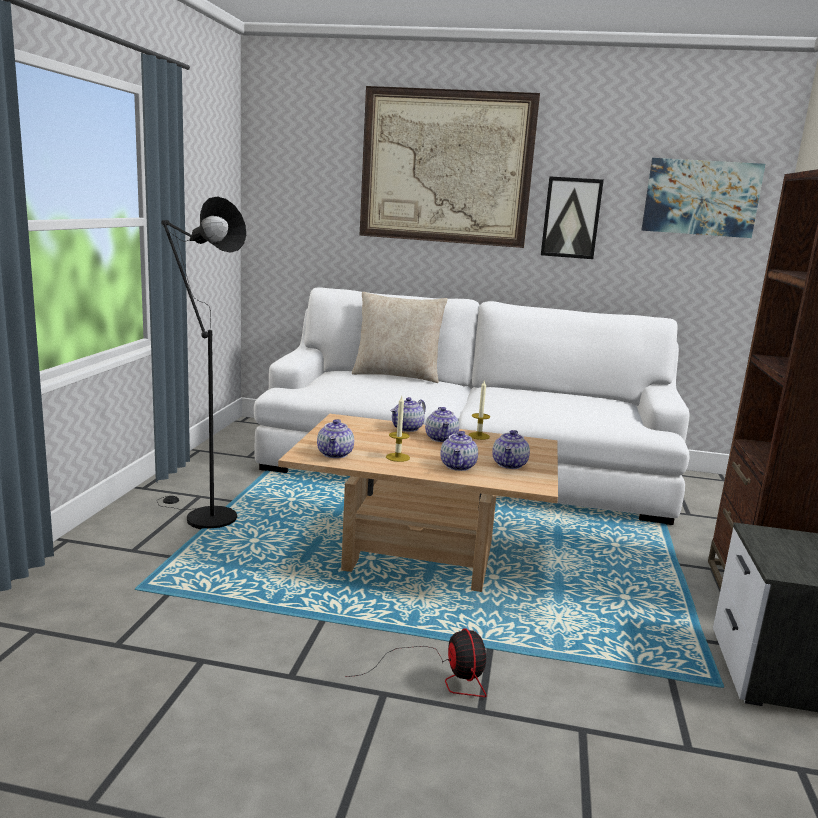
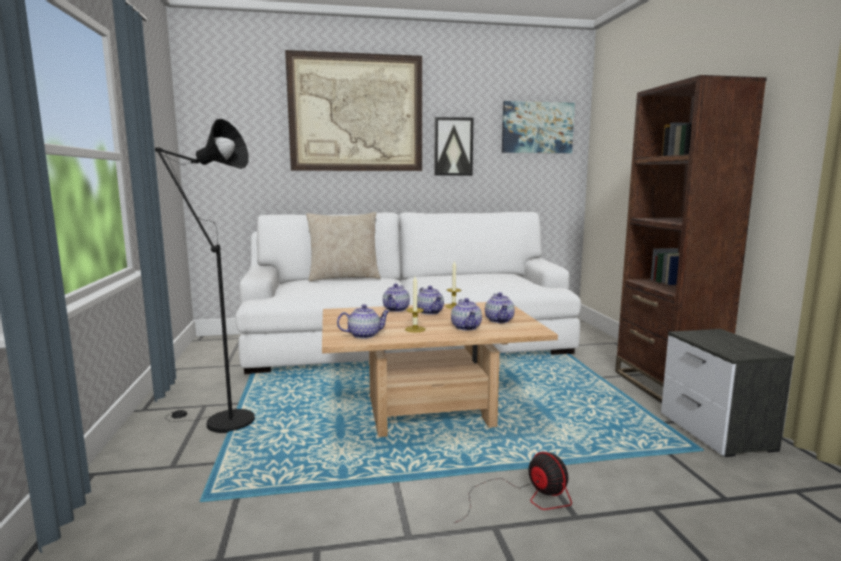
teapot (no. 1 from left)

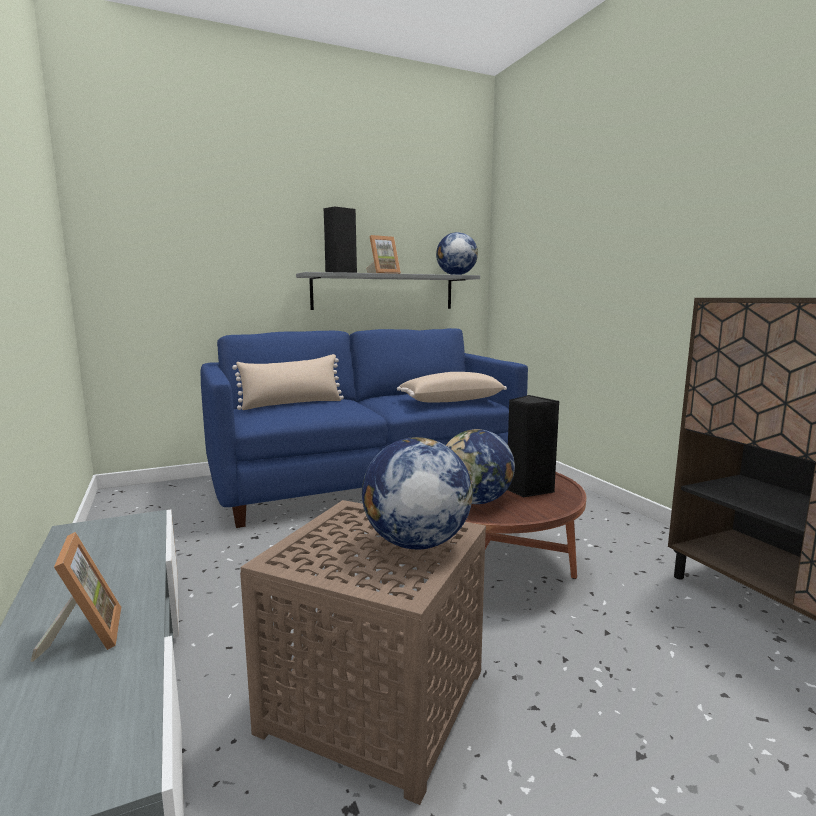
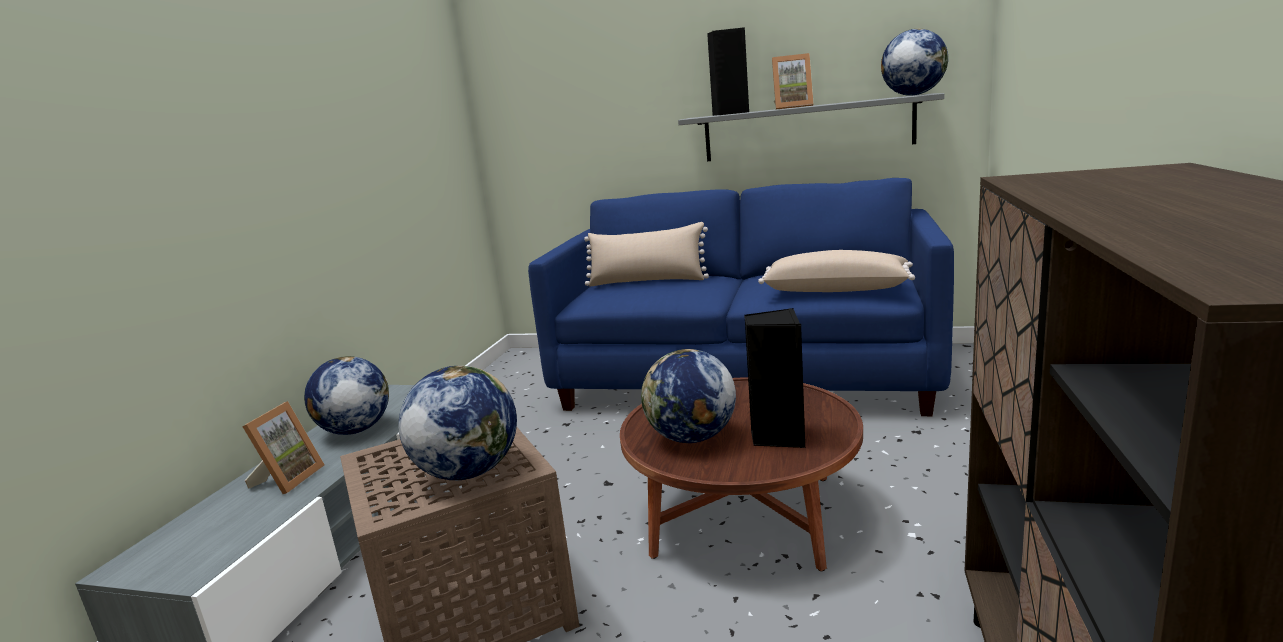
globe (no. 1 from left)

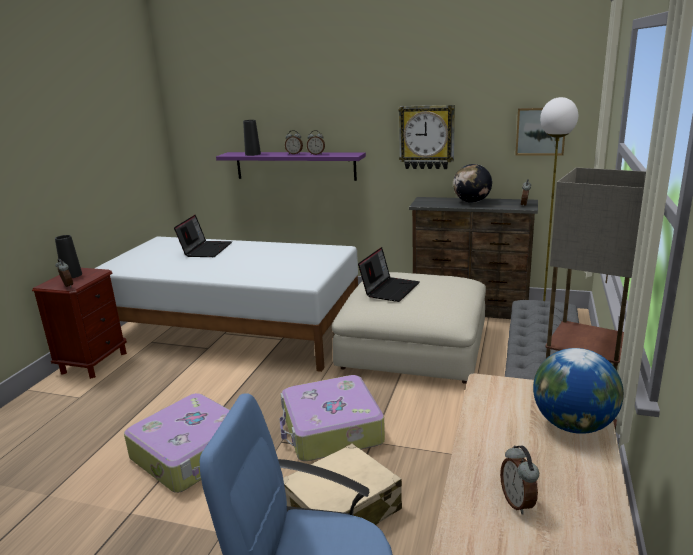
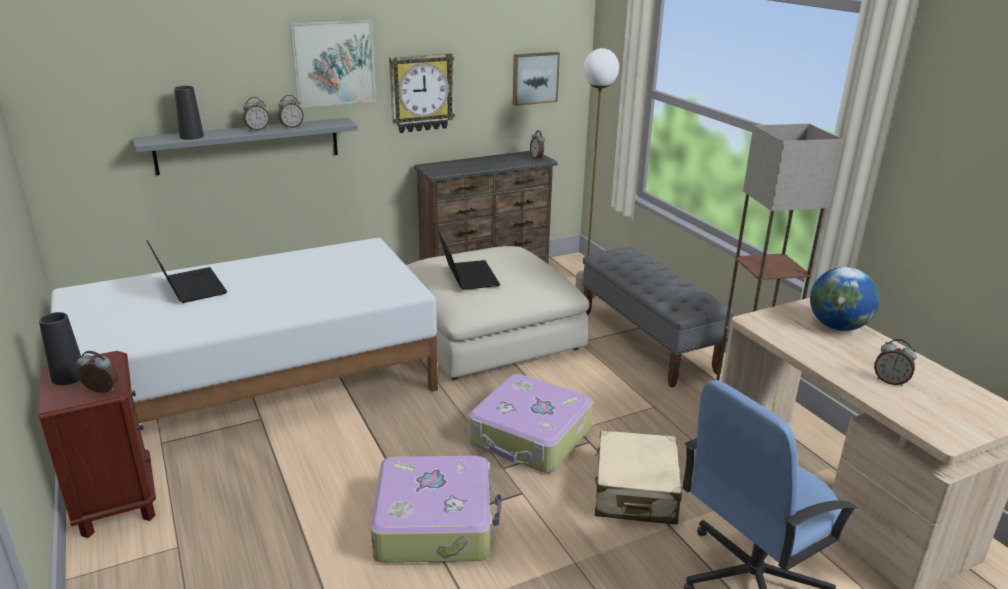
shelf in grey
globe (no. 1 from left in the first image)
picture (no. 1 from left)

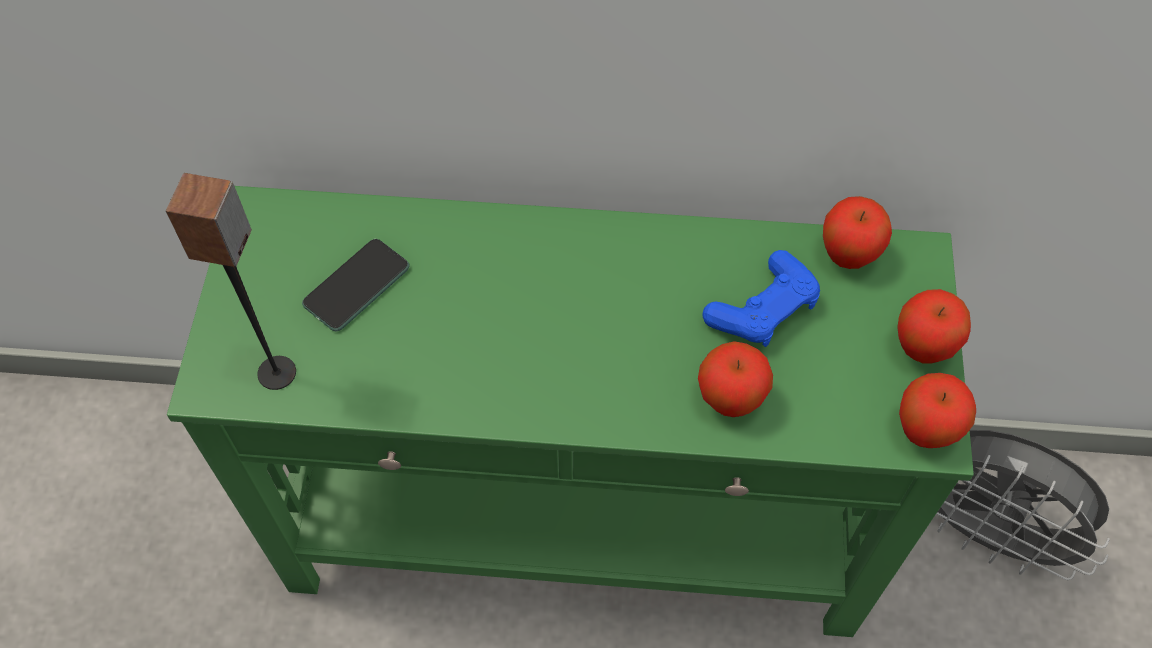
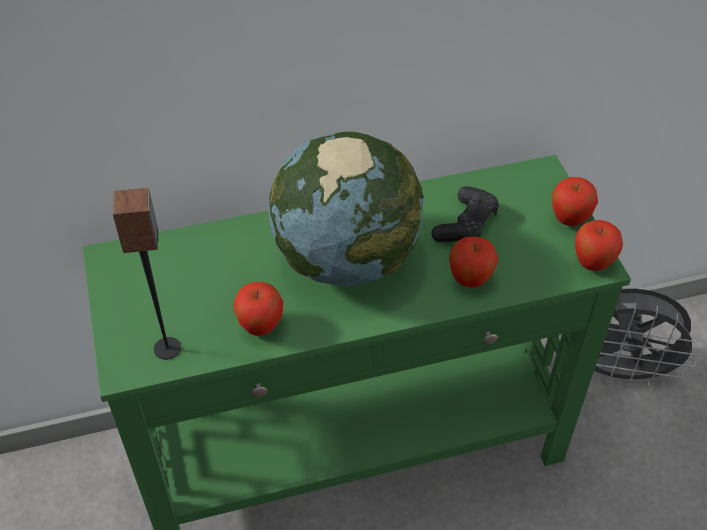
phone
game controller in black
apple (no. 1 from left)
globe

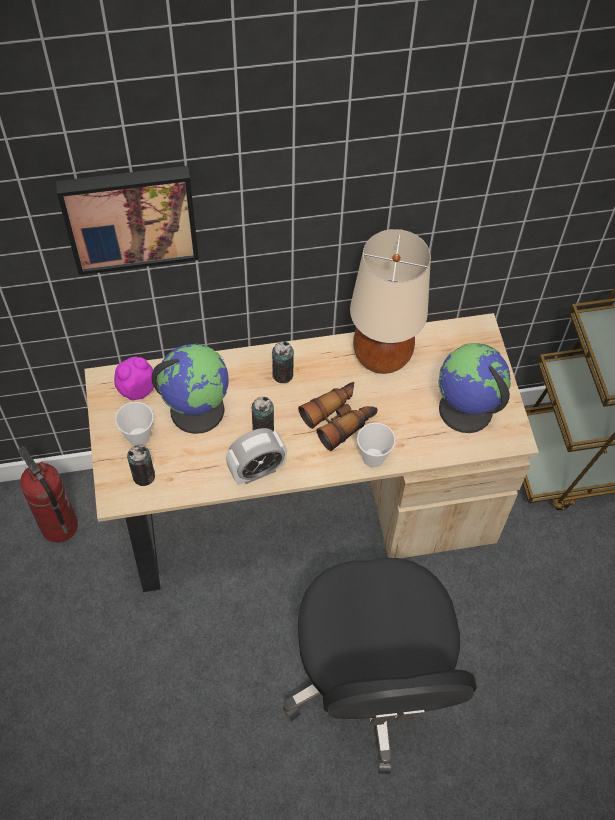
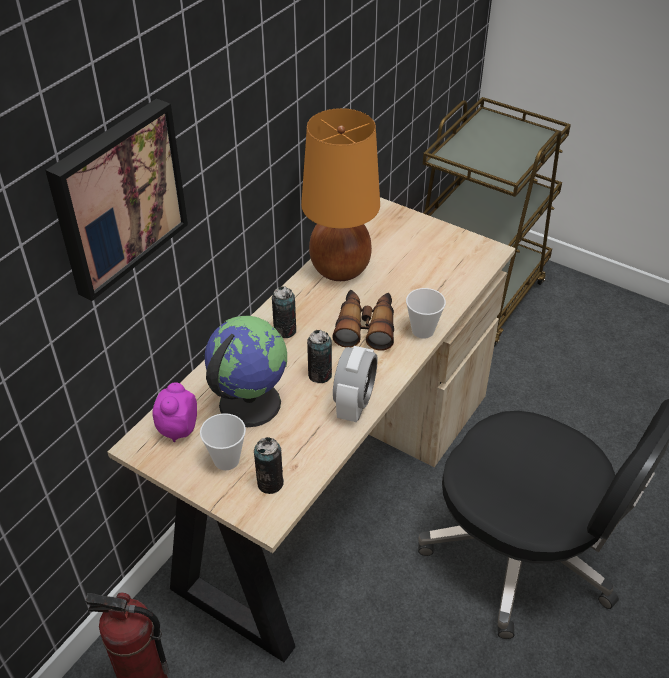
table lamp in orange
globe (no. 2 from left in the first image)

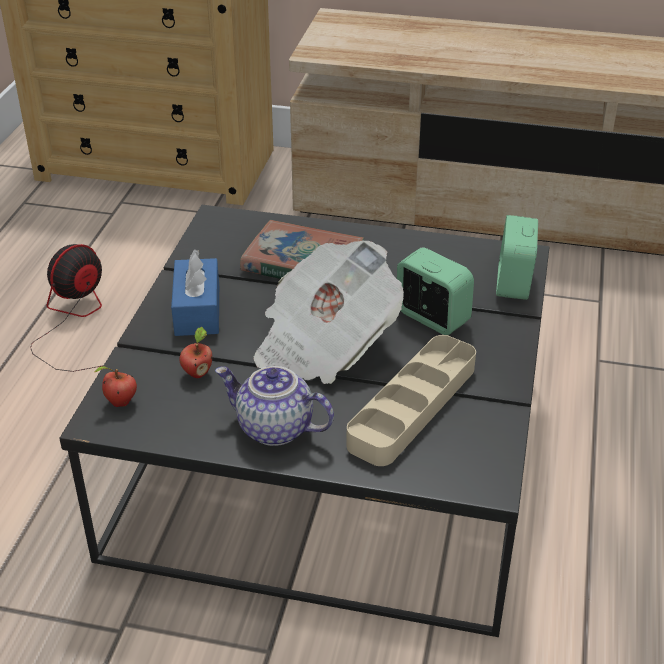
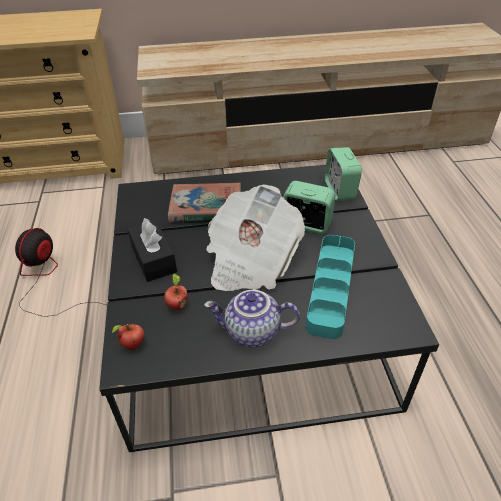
tissue box in black
tray in turquoise

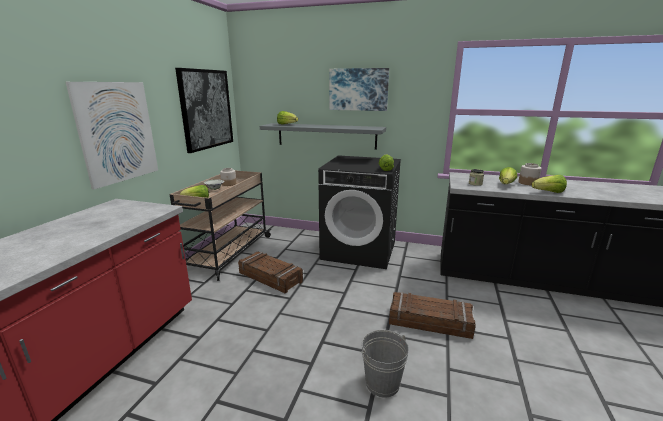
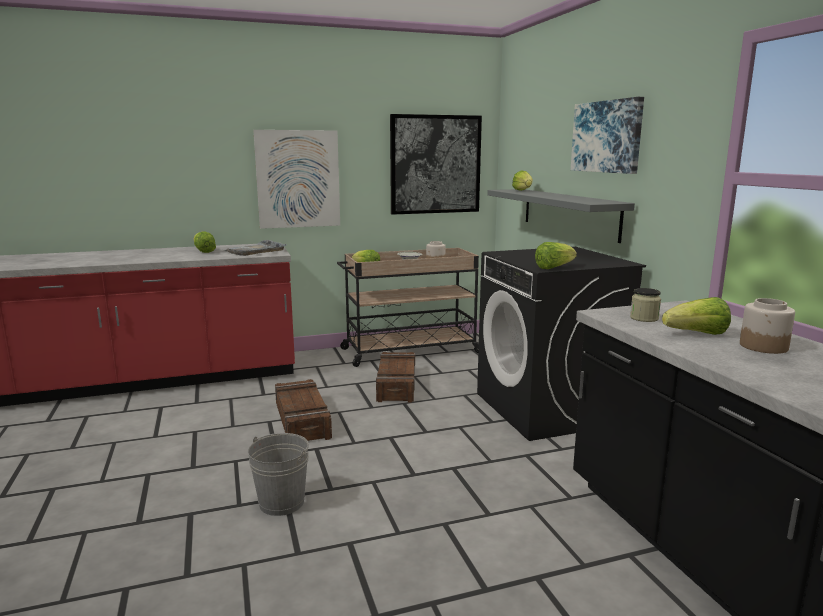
crate (no. 1 from left)
lettuce (no. 1 from left)
tray in grey

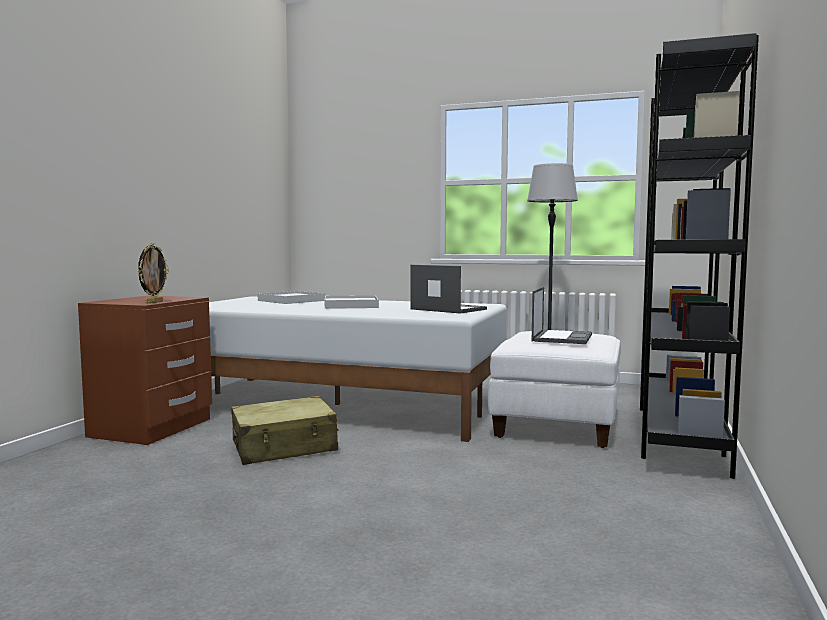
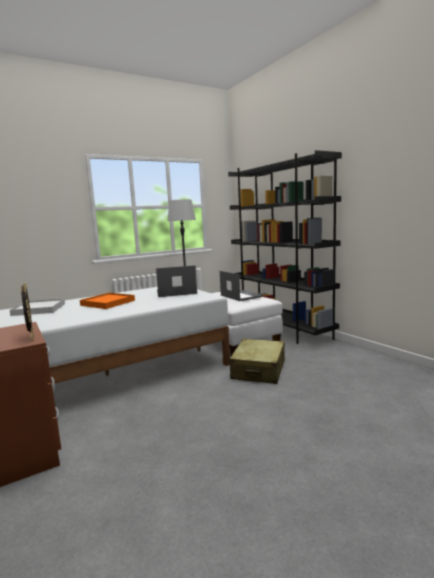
suitcase in beige
tray in orange

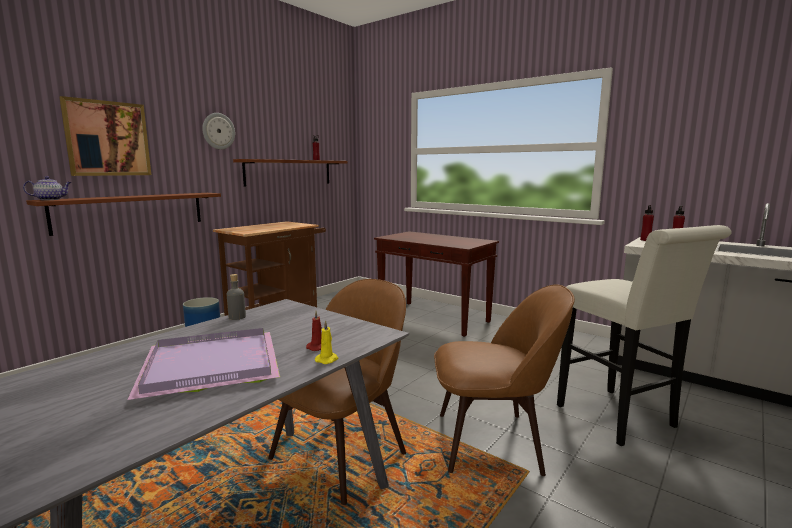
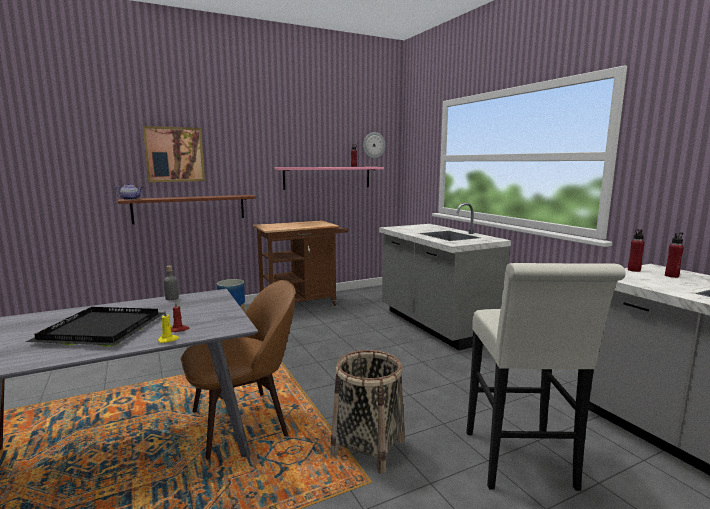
tray in black
wall clock
shelf in pink
counter in grey (no. 1 from left)
basket

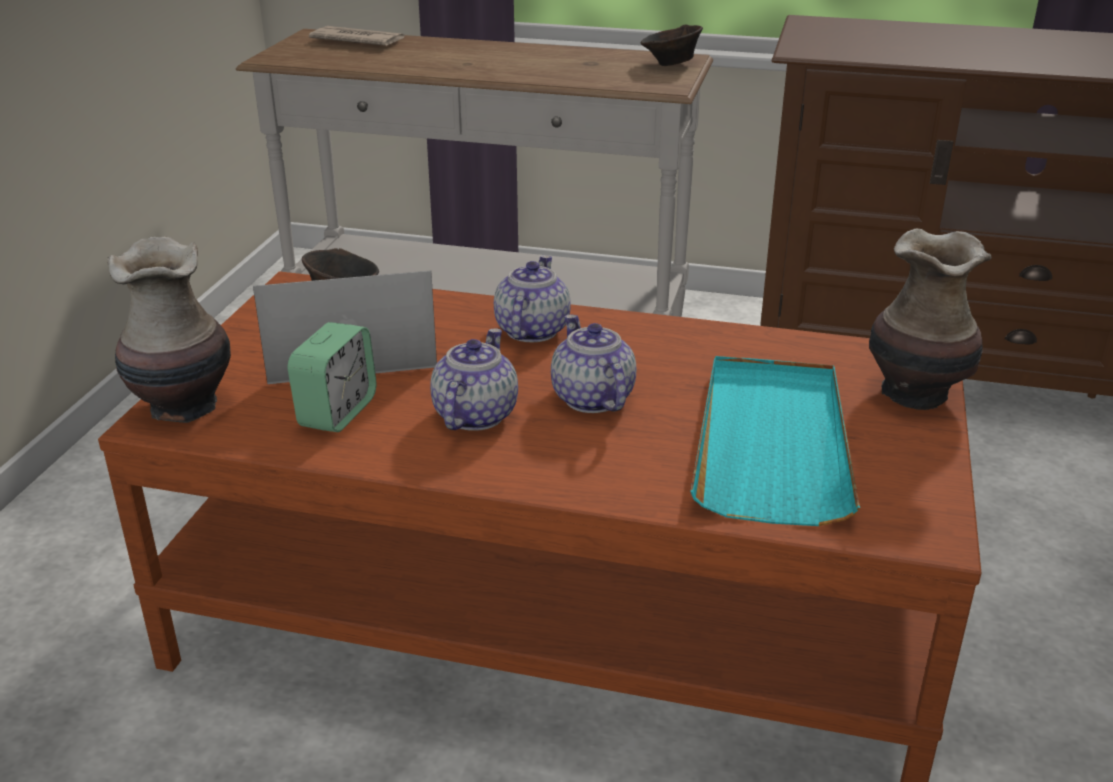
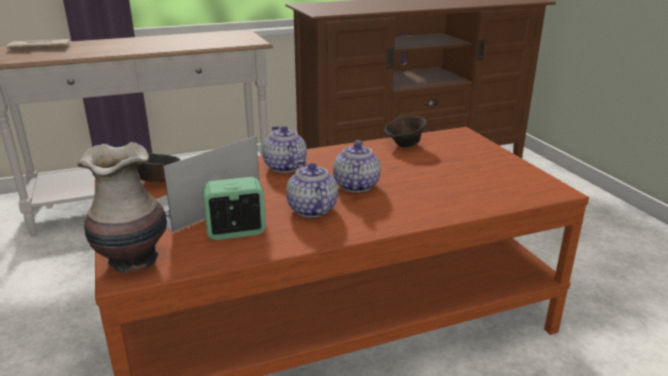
alarm clock
teapot (no. 3 from left)
bowl in brown (no. 2 from left)
tray in turquoise
vase (no. 2 from left in the first image)

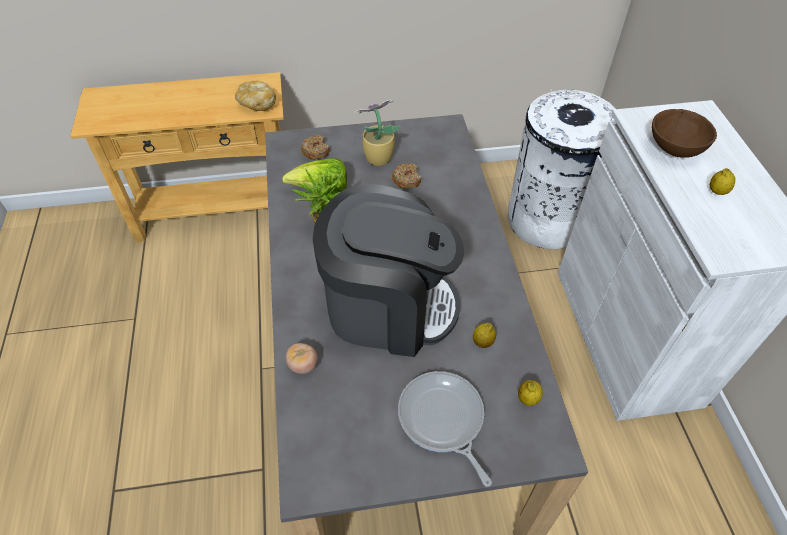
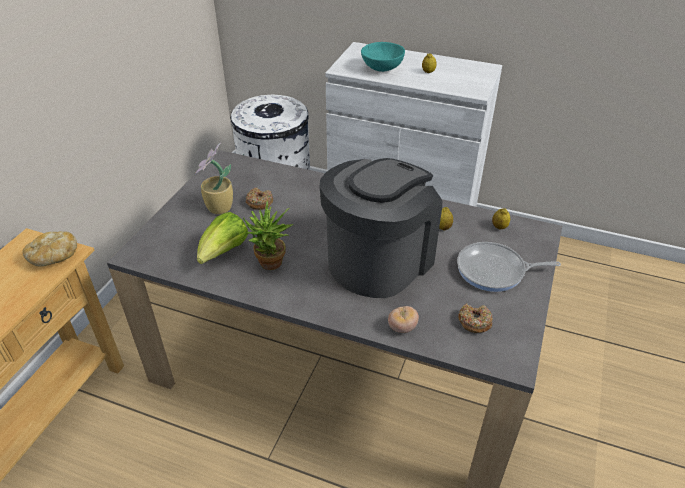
donut (no. 2 from left)
bowl in turquoise

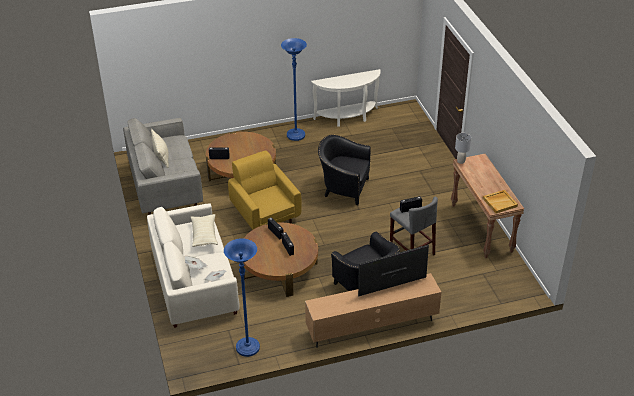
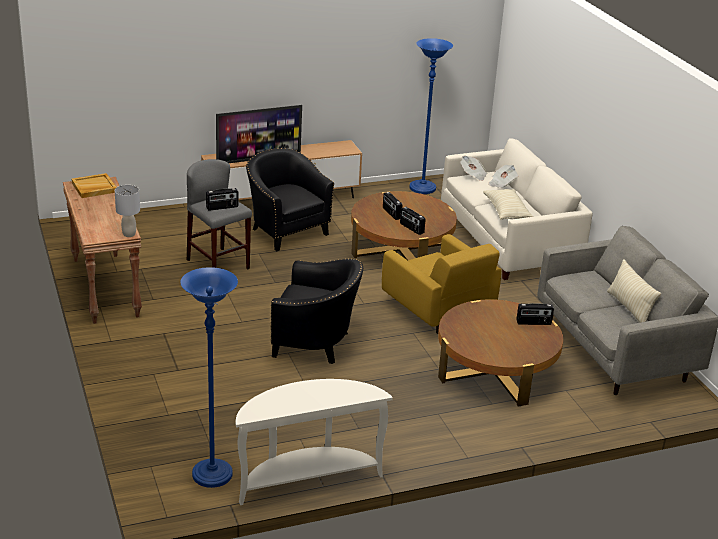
floor lamp in blue (no. 1 from left)

